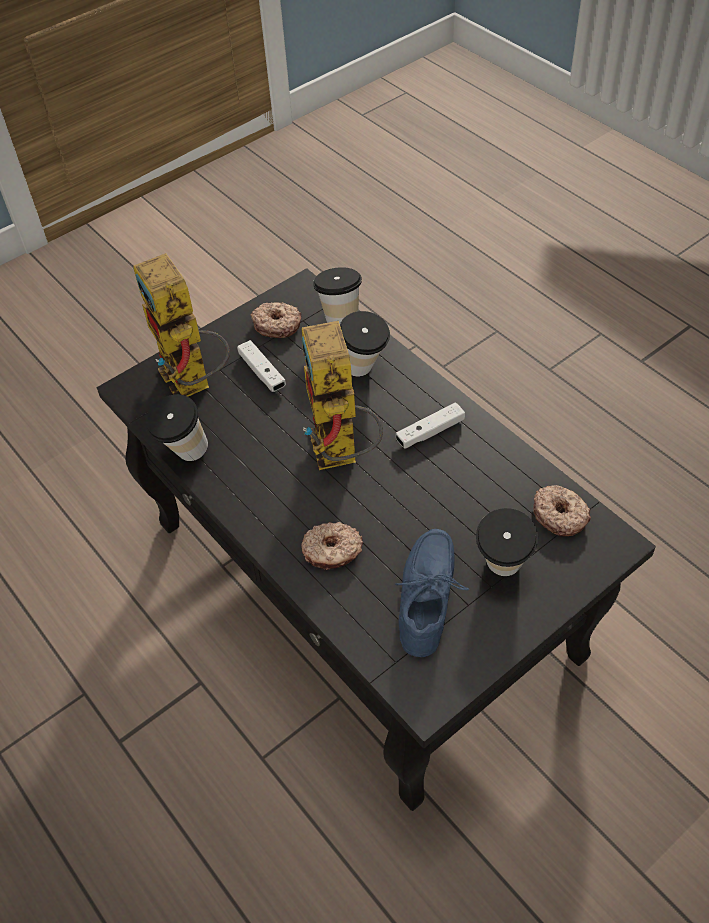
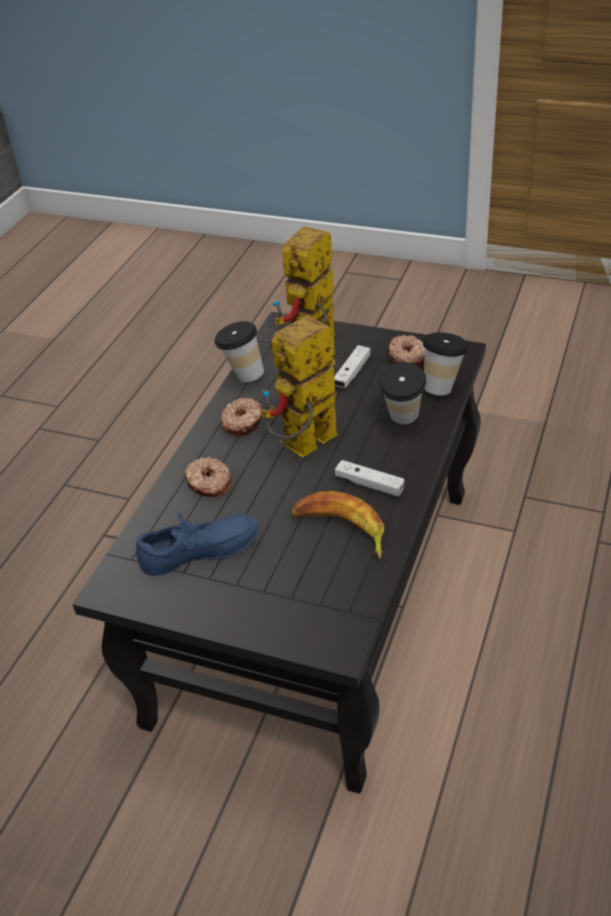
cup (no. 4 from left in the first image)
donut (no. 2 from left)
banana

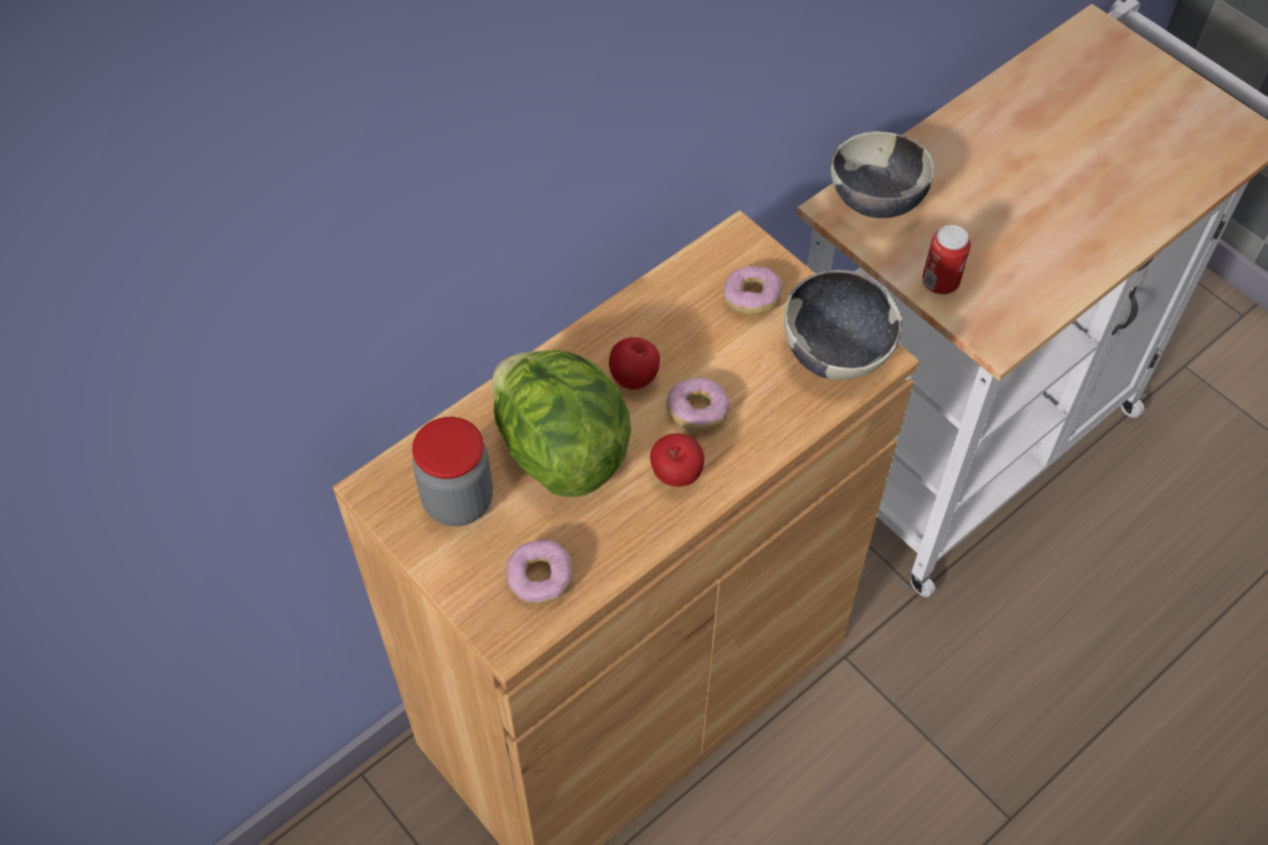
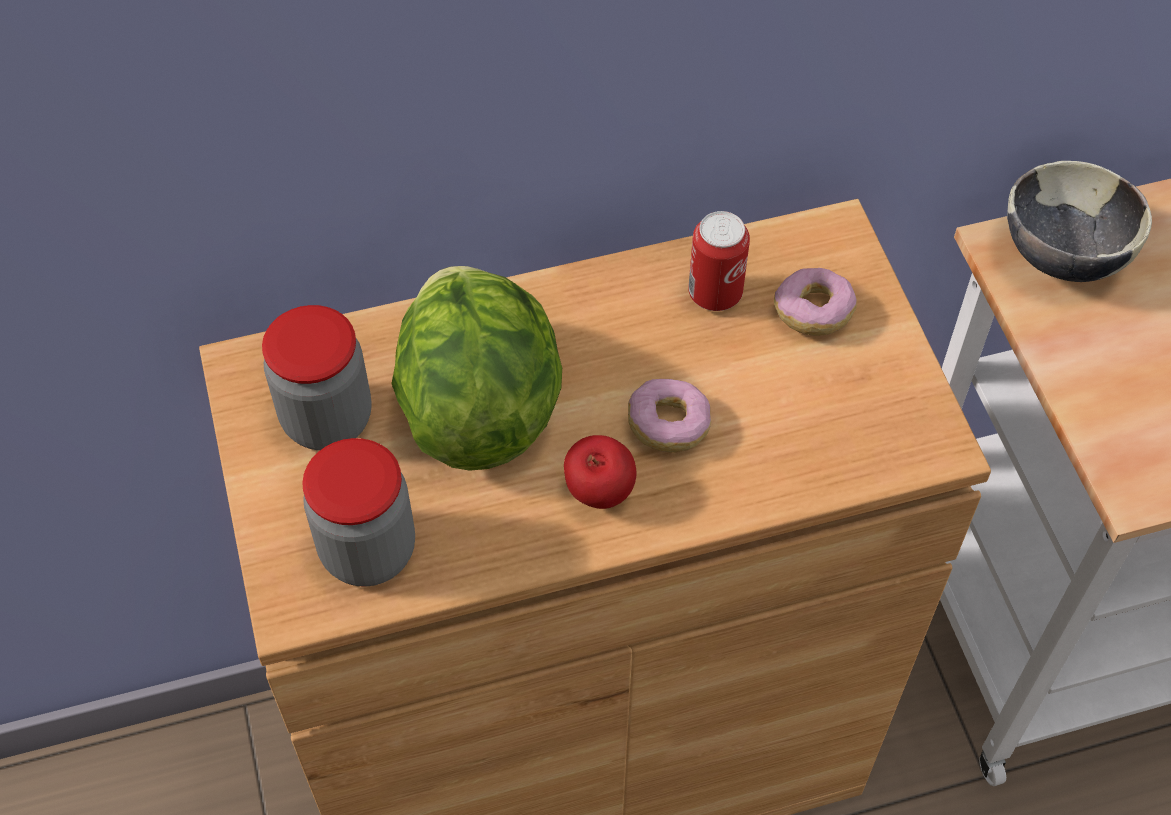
jar (no. 2 from left)
apple (no. 1 from left in the first image)
bowl (no. 1 from left in the first image)
can

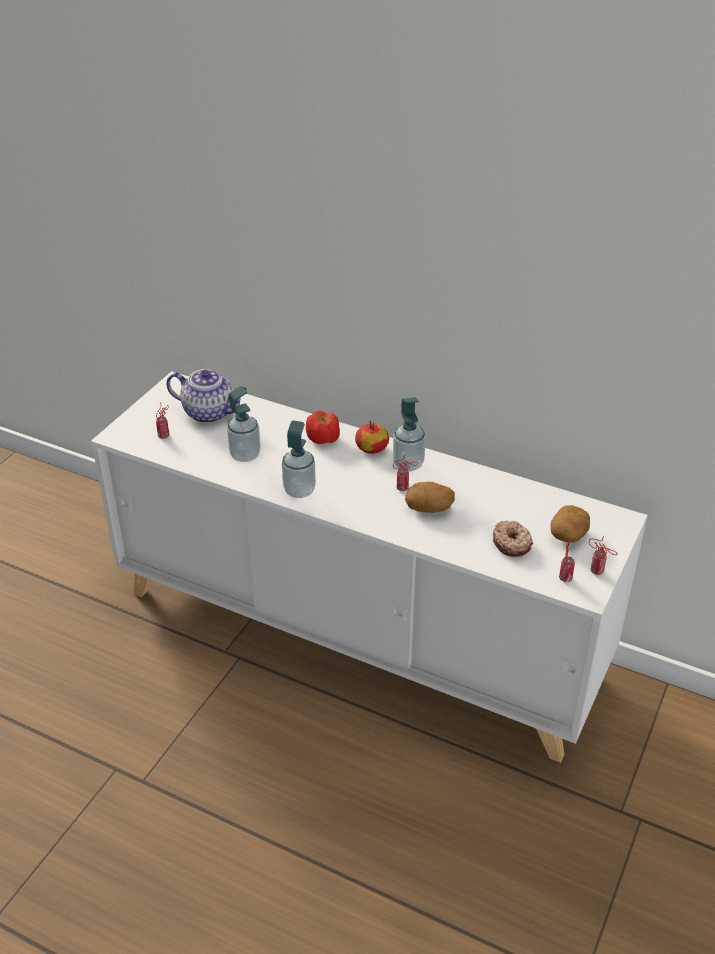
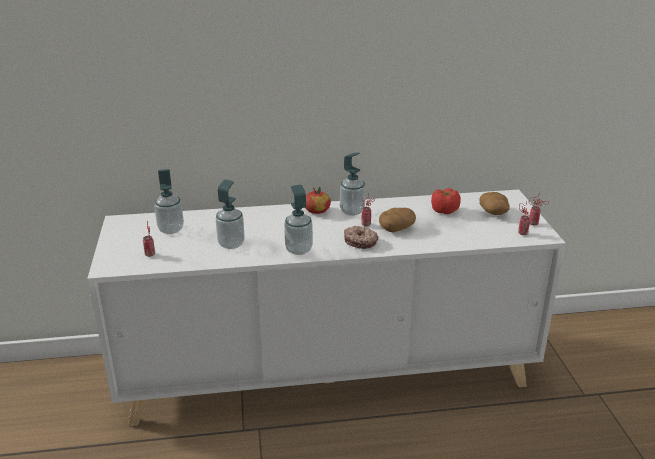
soap dispenser (no. 1 from left)
tomato
donut

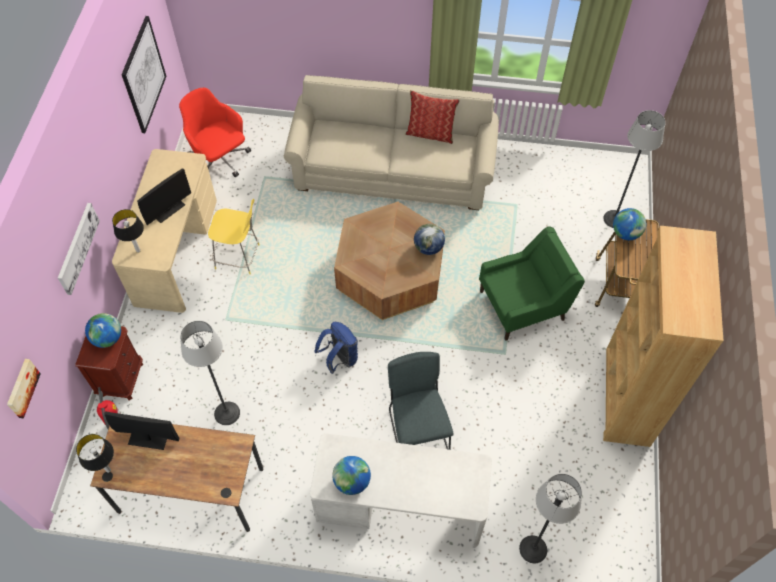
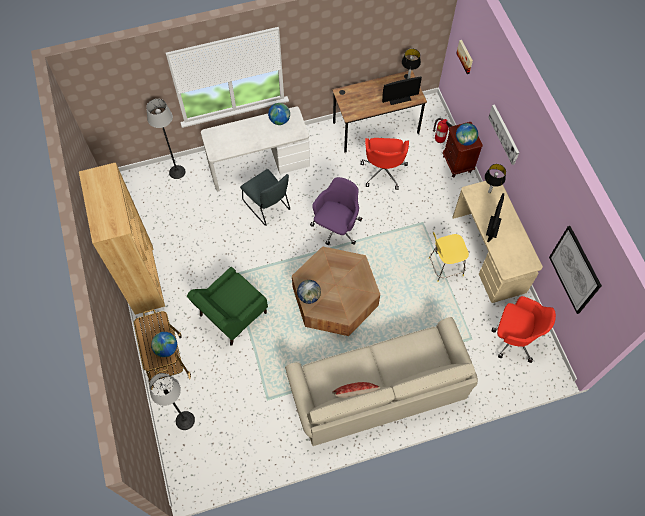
office chair in red (no. 1 from left)
office chair in purple

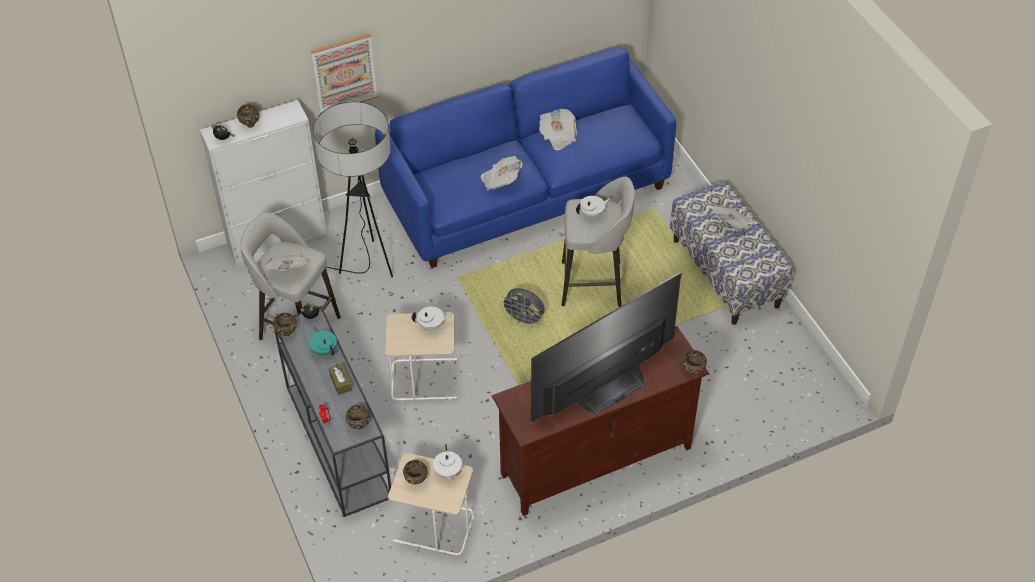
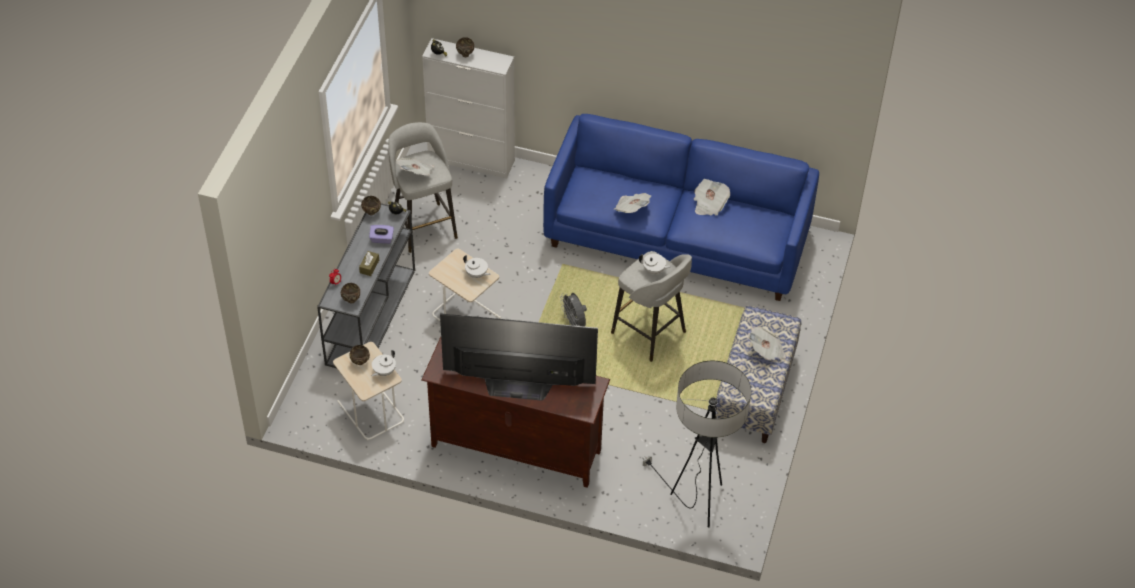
tissue box in purple
picture
floor lamp
bowl in brown (no. 5 from left in the first image)

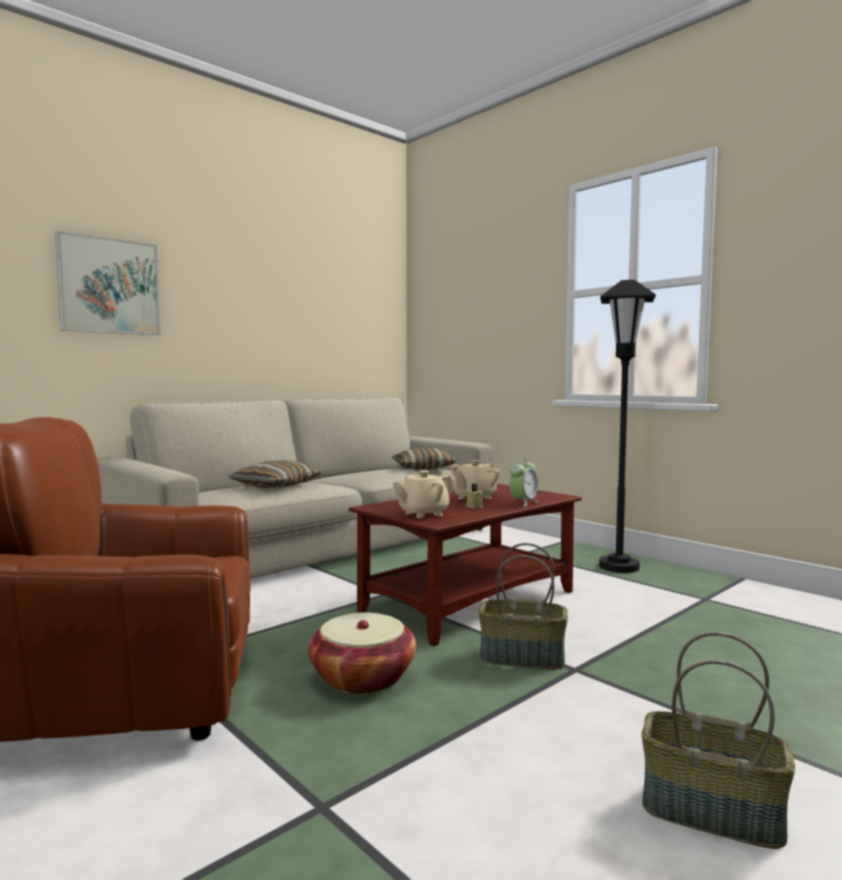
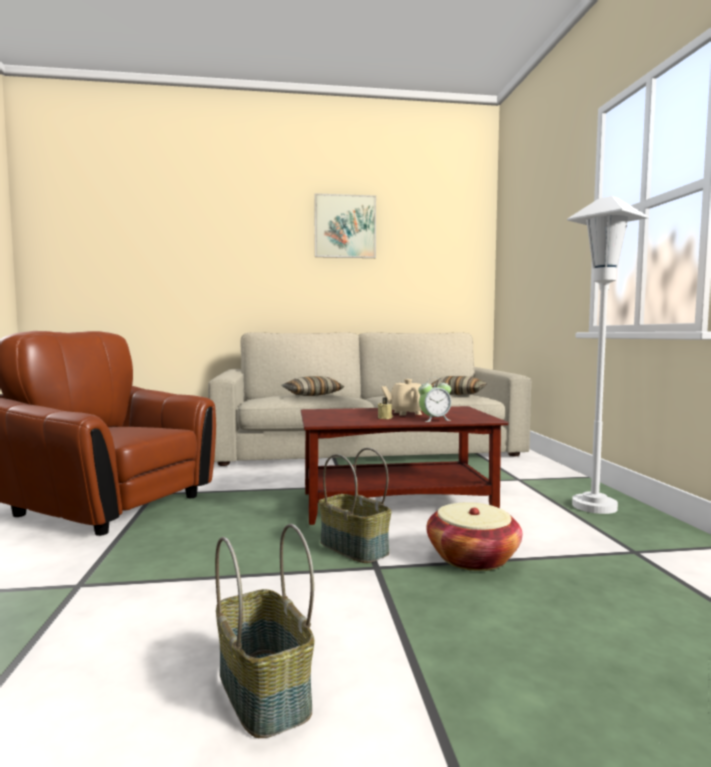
picture
basket (no. 3 from left)
teapot in beige (no. 1 from left in the first image)
floor lamp in white

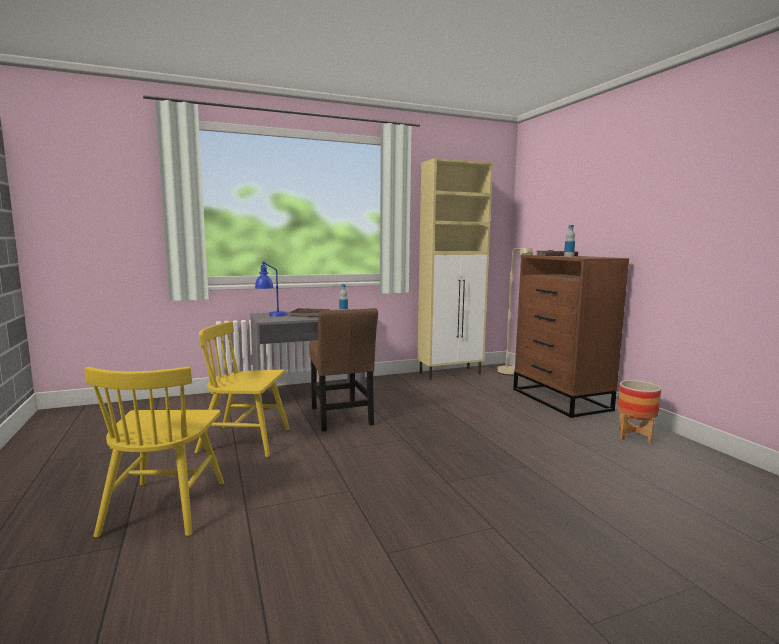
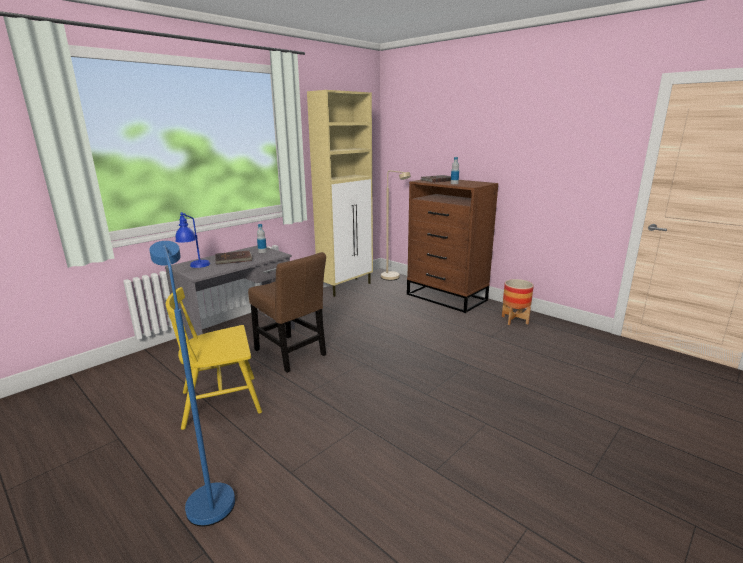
floor lamp in blue

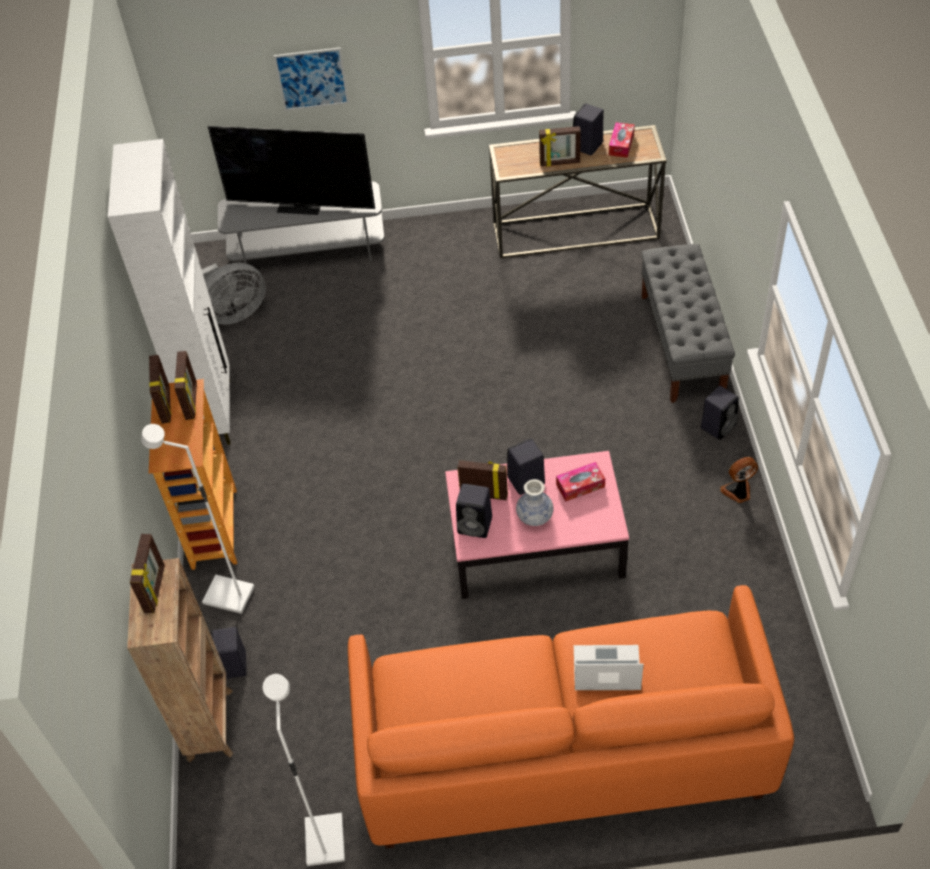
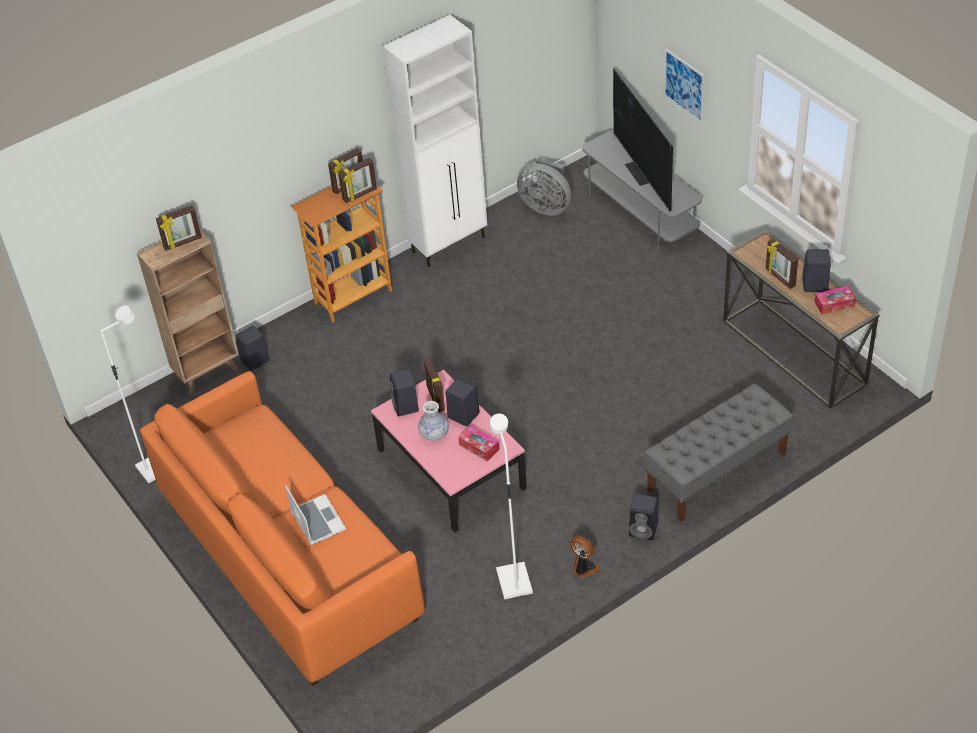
floor lamp in white (no. 2 from left)

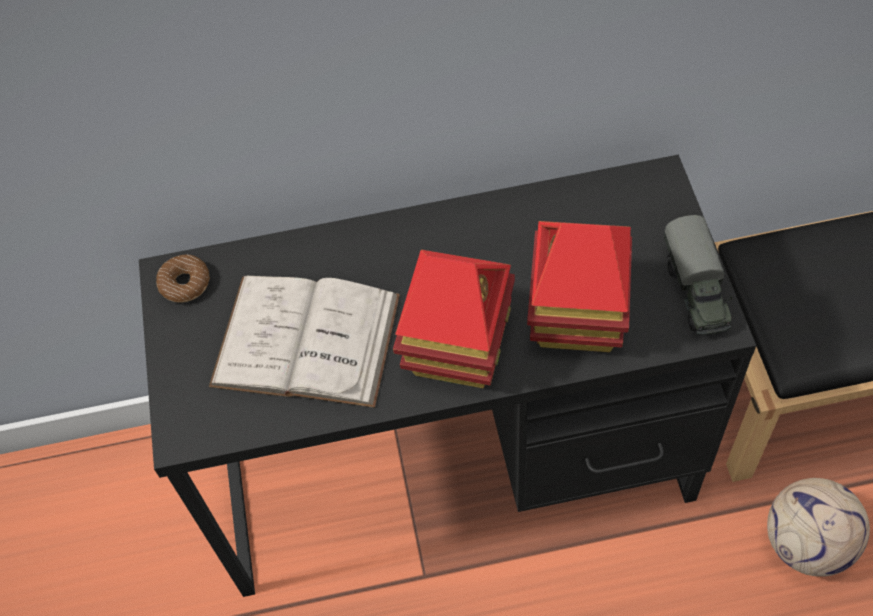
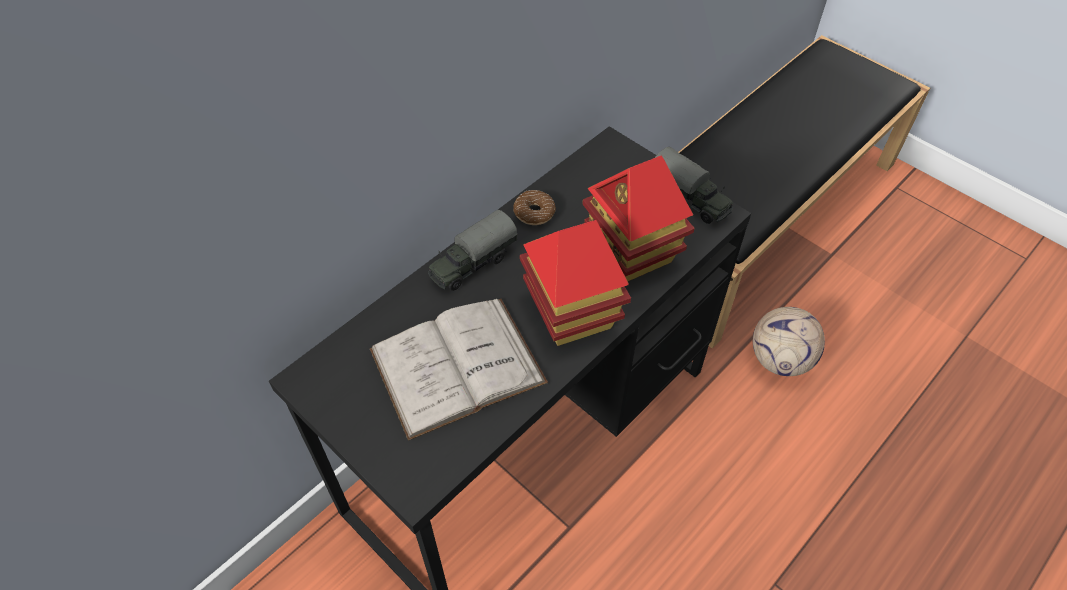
donut
toy truck (no. 1 from left)

